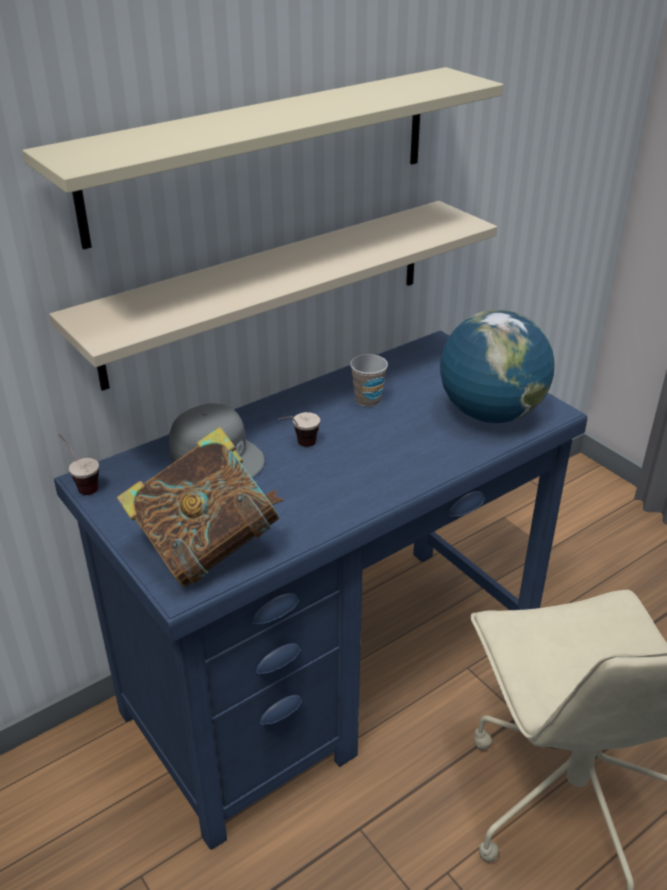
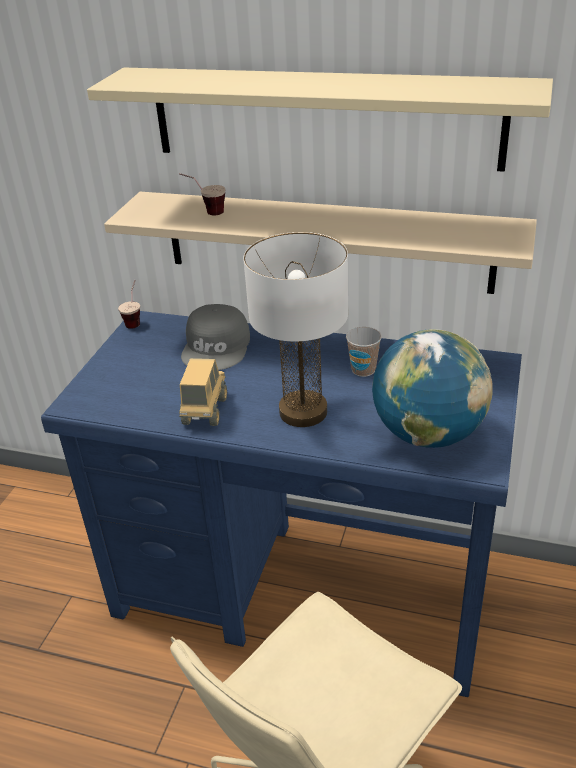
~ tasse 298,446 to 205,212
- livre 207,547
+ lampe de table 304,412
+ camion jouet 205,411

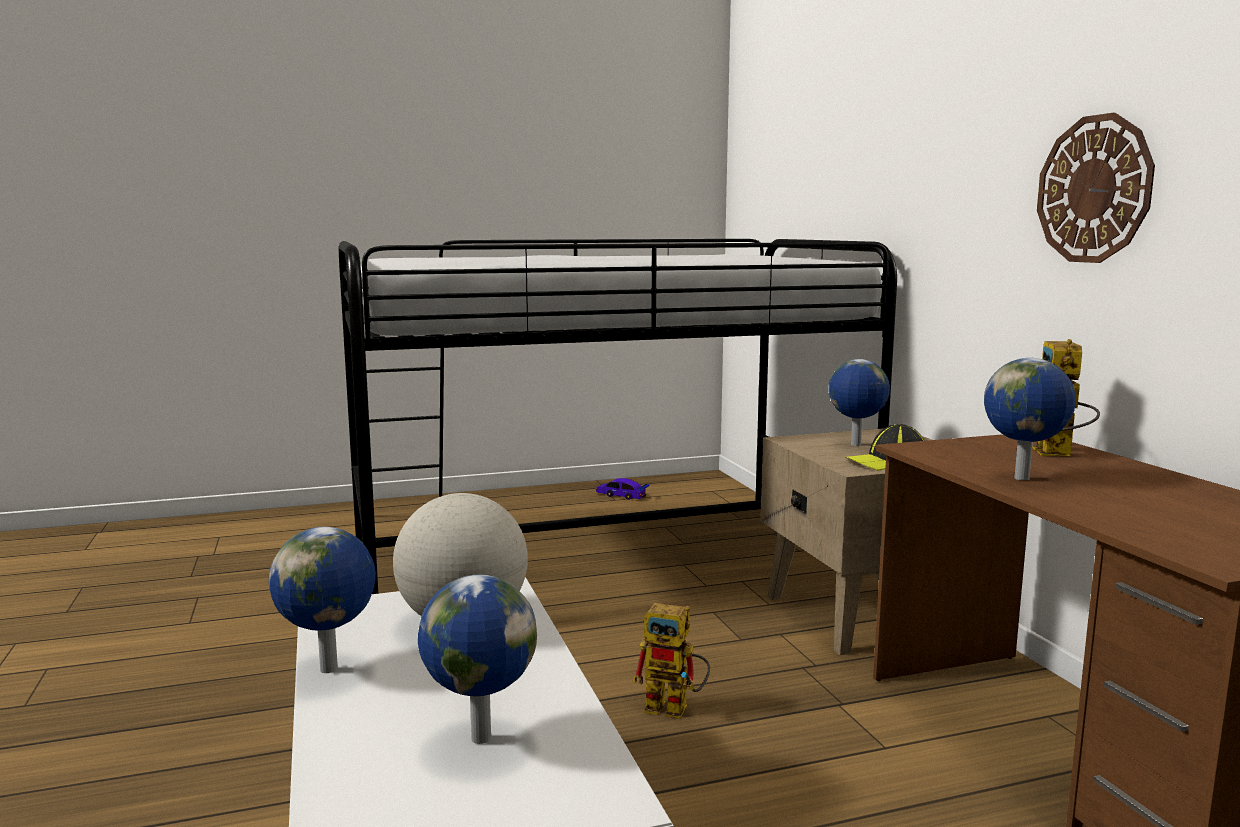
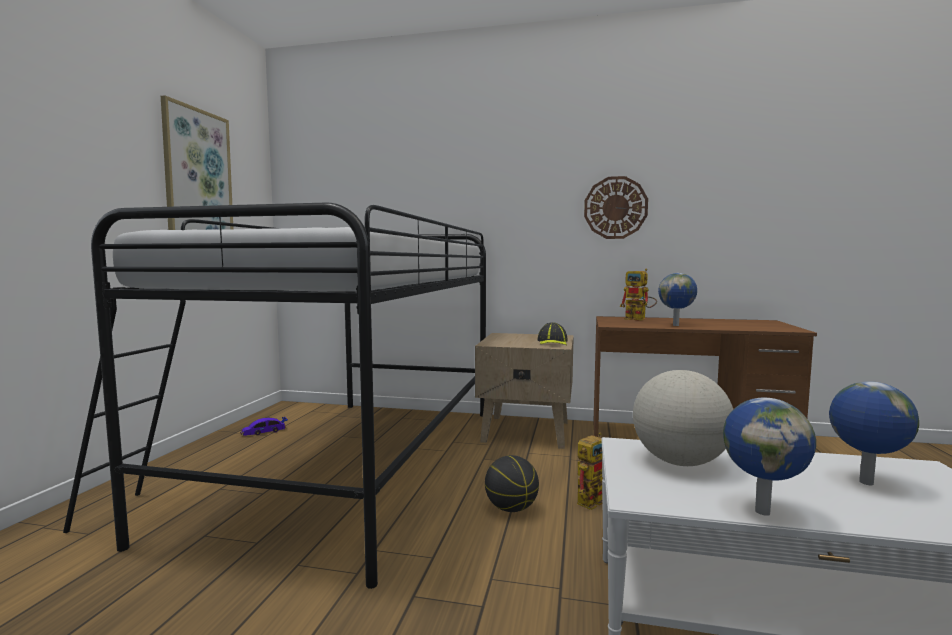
- globe 855,445
+ tableau 198,178
+ ballon de basket 511,508

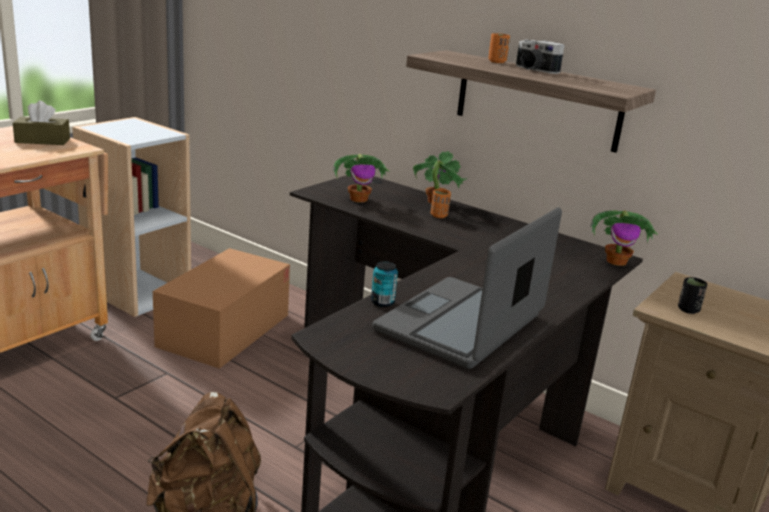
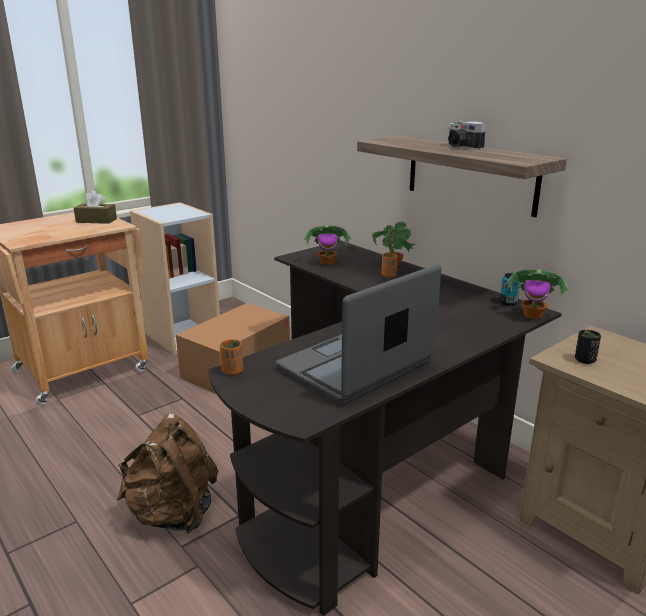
~ tasse (orange) 497,62 to 232,371
~ boîte métallique 382,302 to 508,302

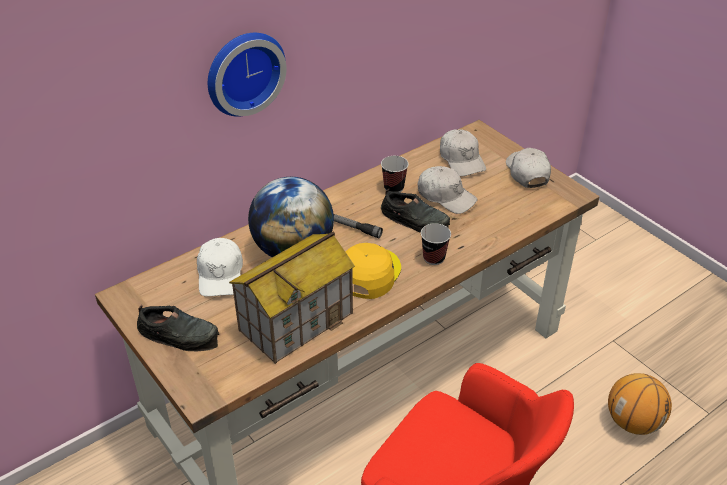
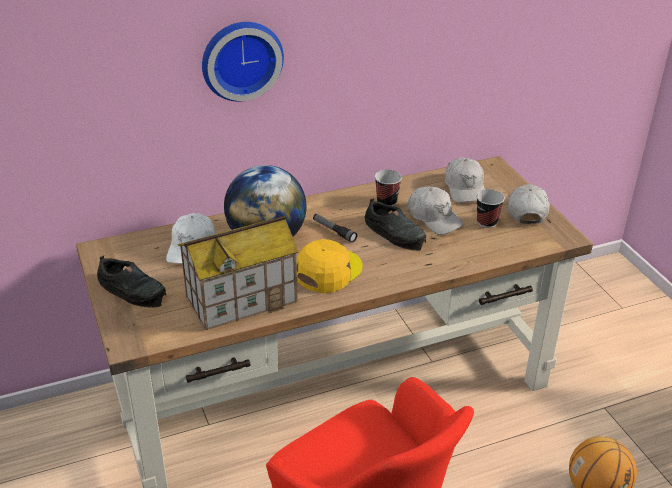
~ tasse 434,258 to 486,222

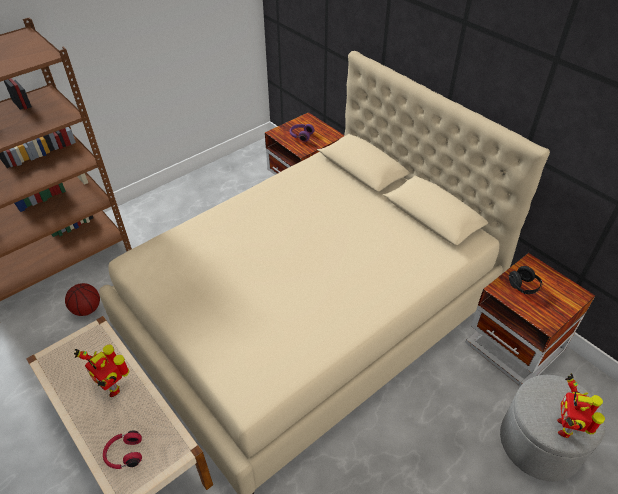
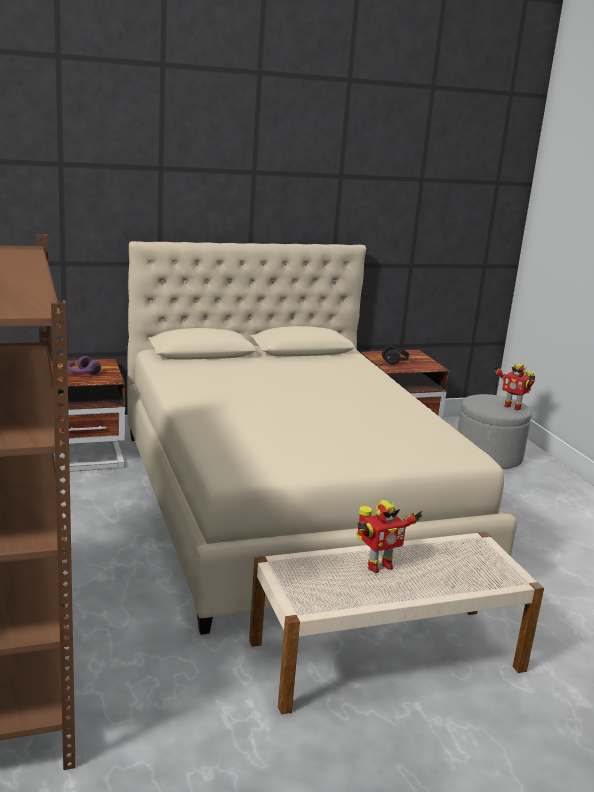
- ballon de basket 87,309
- casque audio (rouge) 124,454

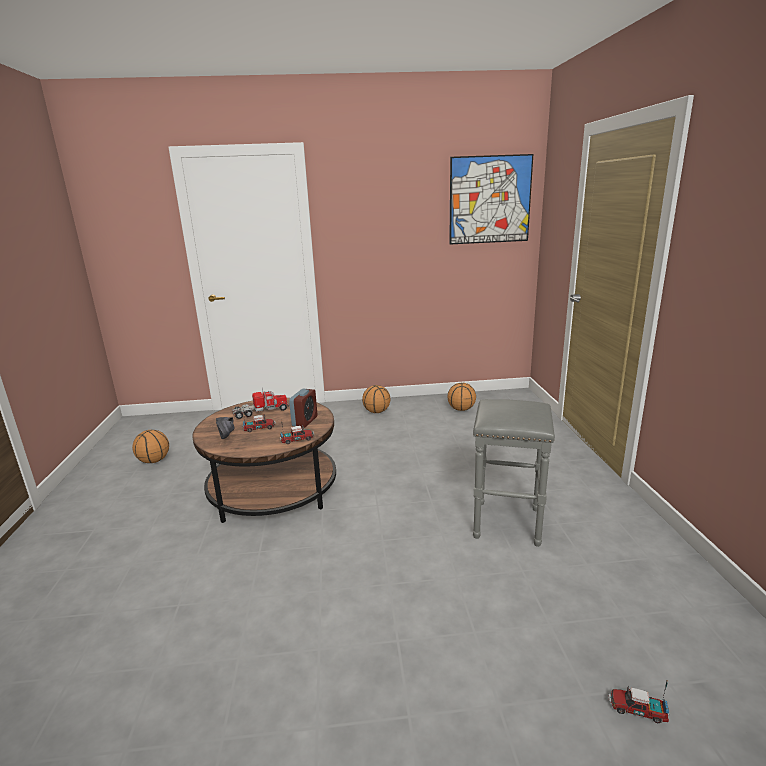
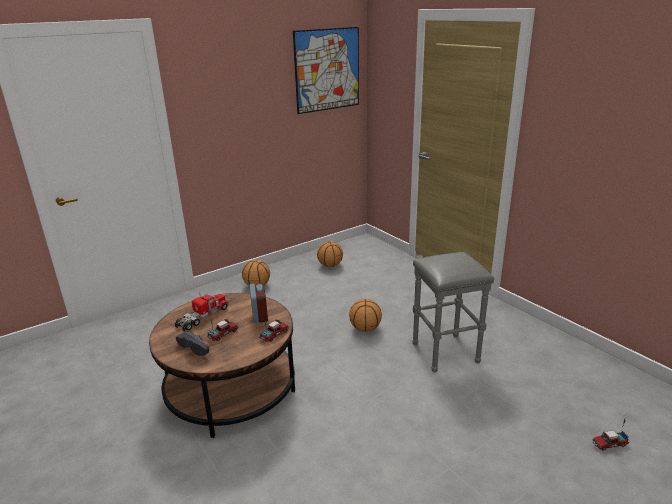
~ ballon de basket 153,461 to 365,328

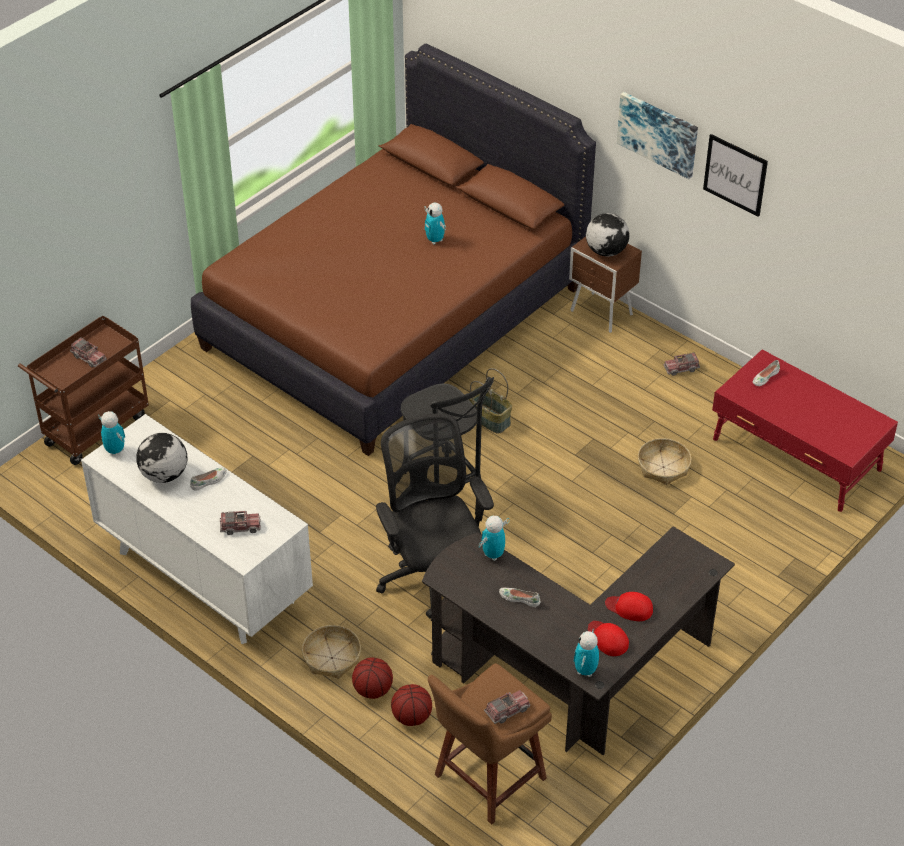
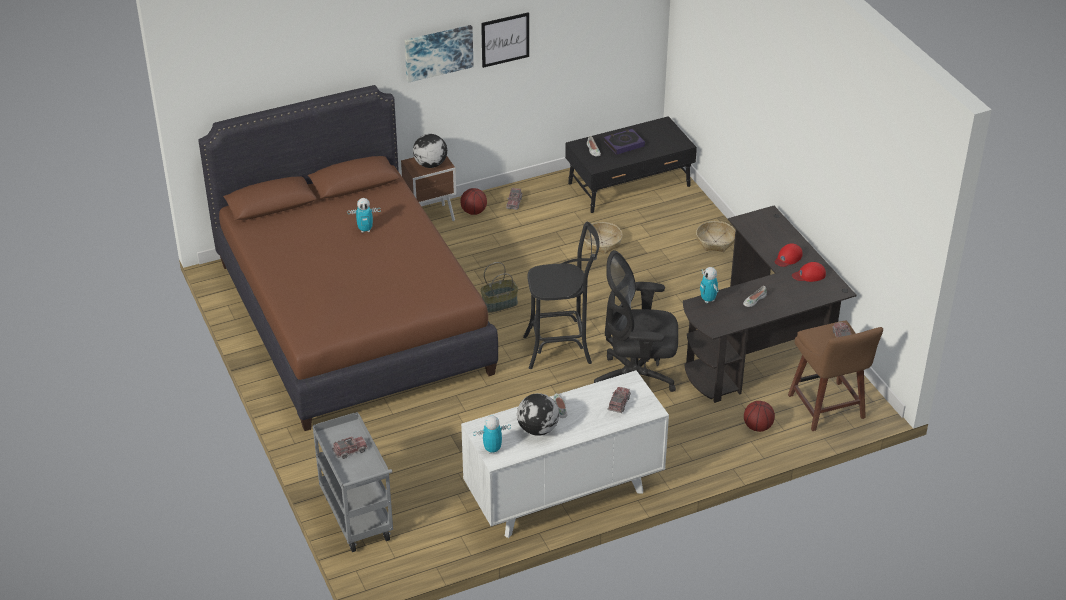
~ chariot (marron) 94,432 to chariot (gris) 357,519
~ table basse (rouge) 797,455 to table basse (noir) 629,185
~ panier 331,657 to 715,241
- robot jouet 585,671
~ ballon de basket 372,690 to 474,212
+ livre 624,144

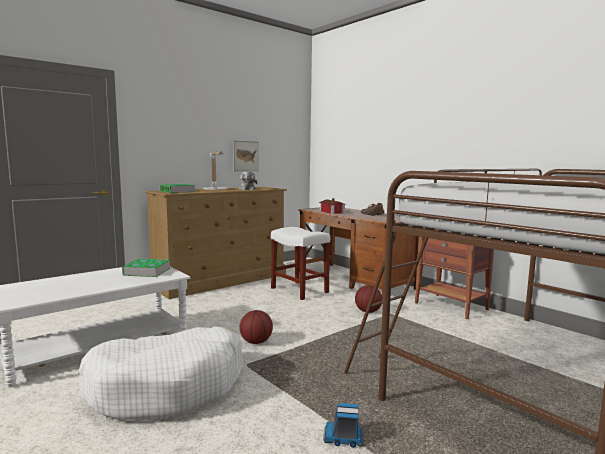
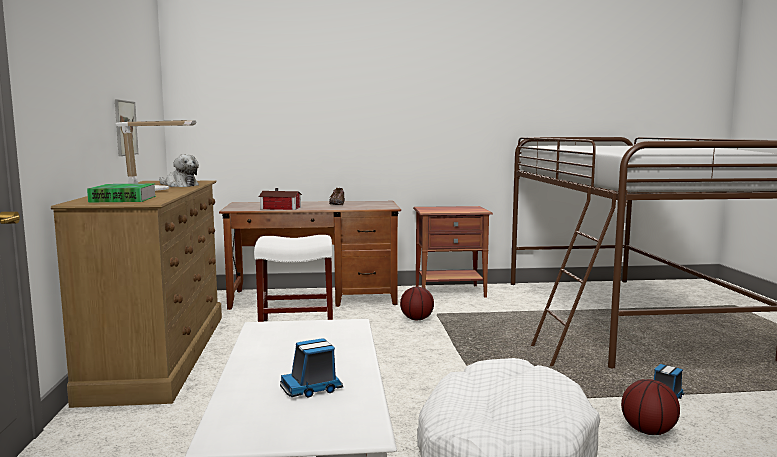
- livre 147,271
~ ballon de basket 256,342 to 648,432
+ camion jouet 312,388

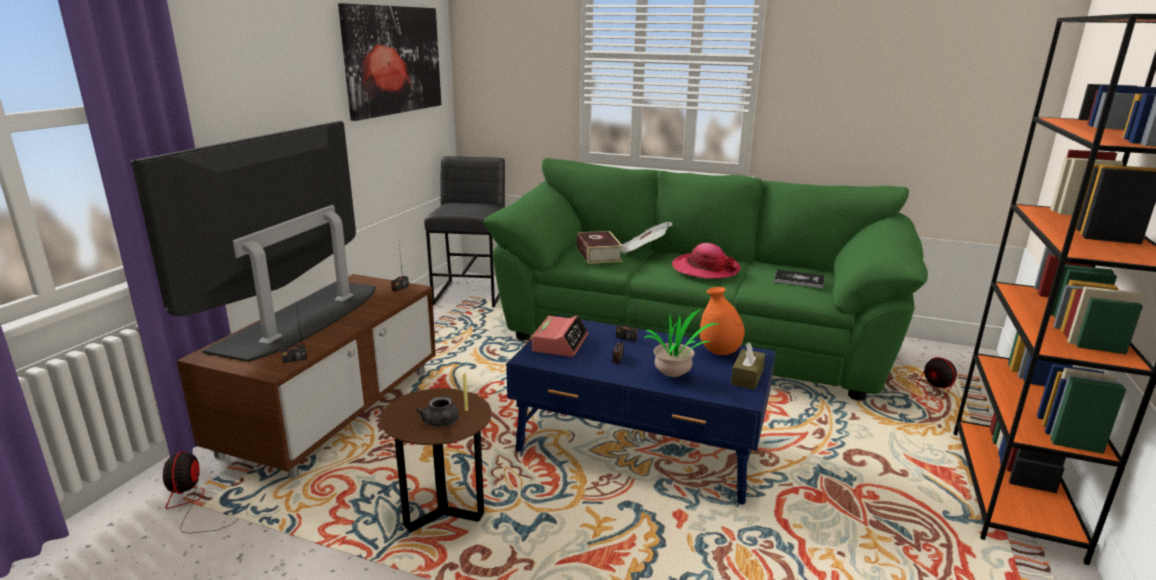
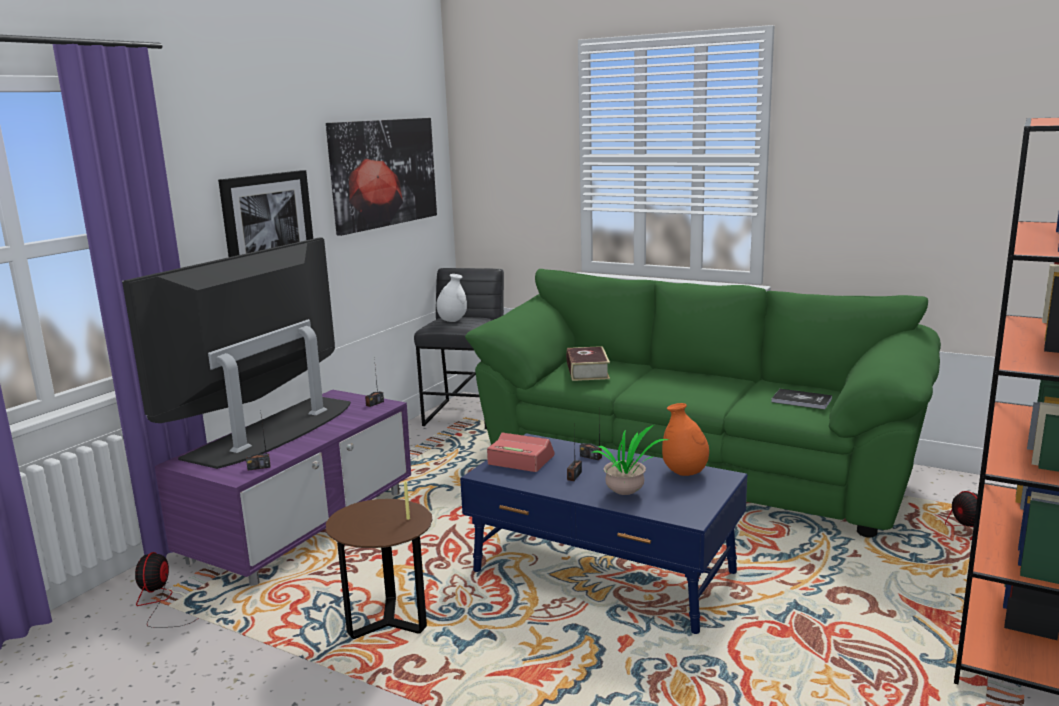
- journal 642,251
- chapeau 705,269
~ meuble télé (marron) 334,410 to meuble télé (violet) 303,525
~ réveil 560,343 = 520,460 90 degrees counterclockwise
- boîte à mouchoirs (marron) 747,377
- théière (gris) 441,423
+ tableau 267,220
+ vase (blanc) 452,320

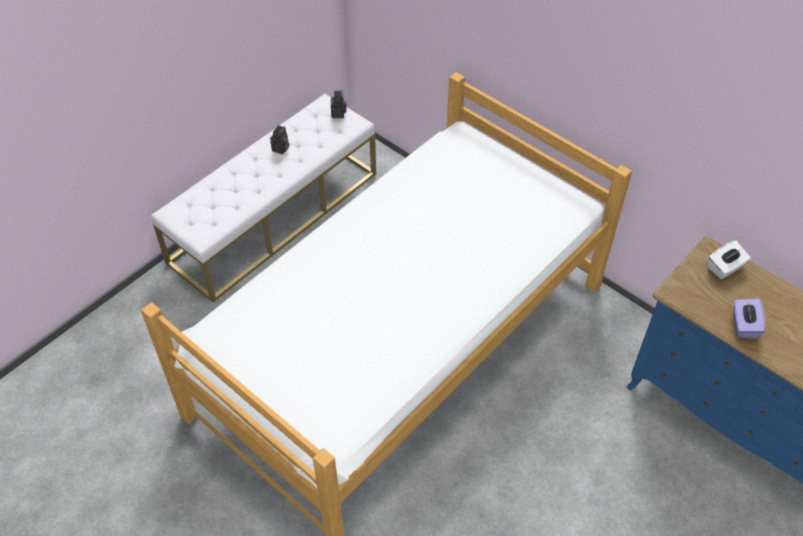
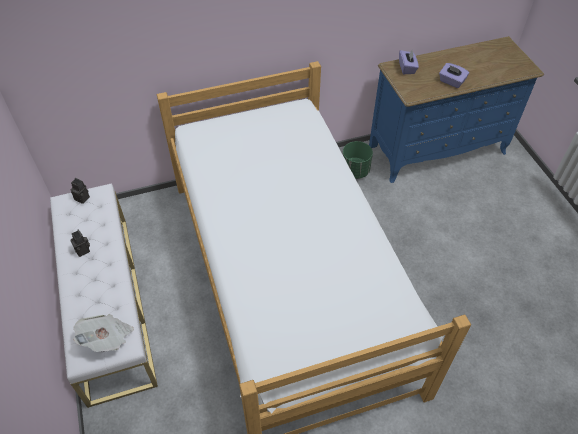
~ boîte à mouchoirs (blanc) 725,268 to boîte à mouchoirs (violet) 407,68
+ cache-pot (vert) 355,171
+ journal 107,338

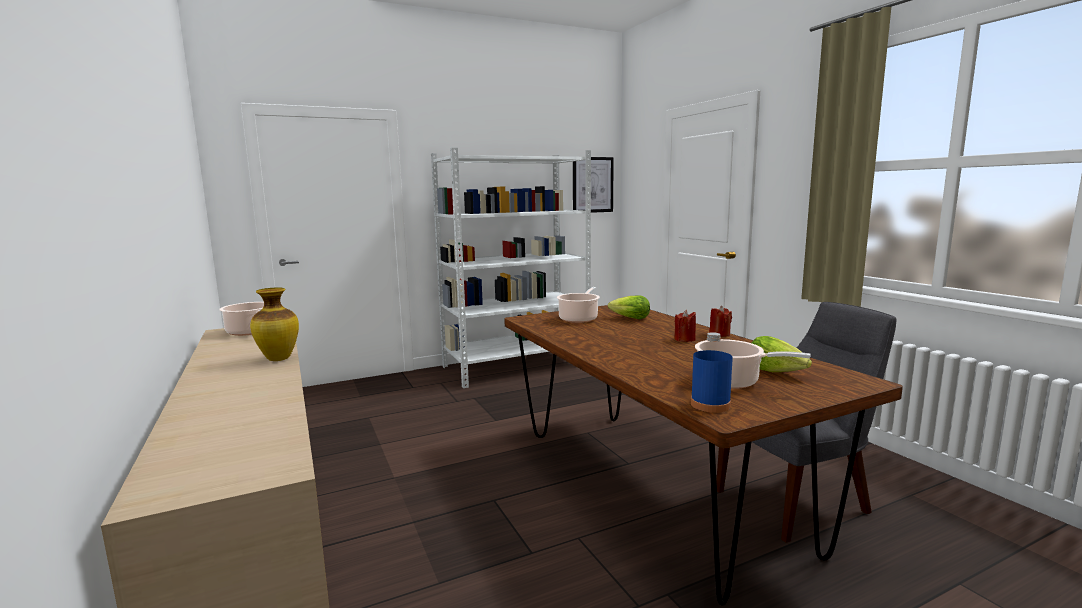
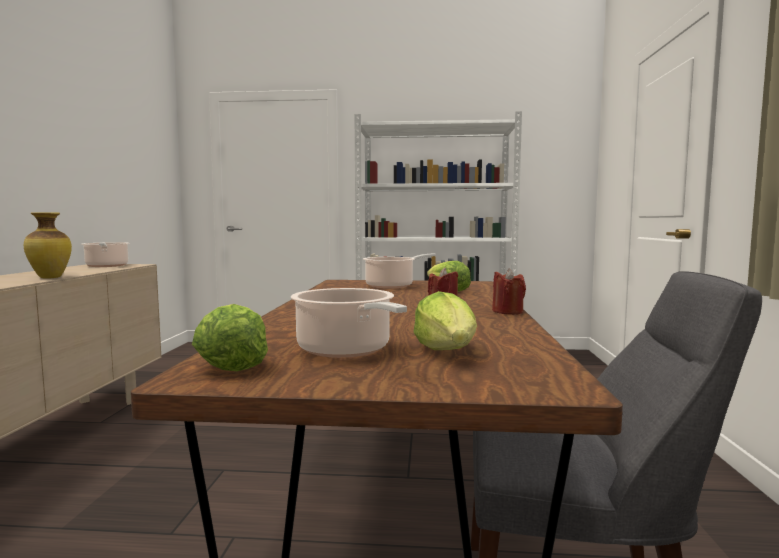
- tableau 592,185
~ bouteille (bleu) 710,405 to laitue 231,364

